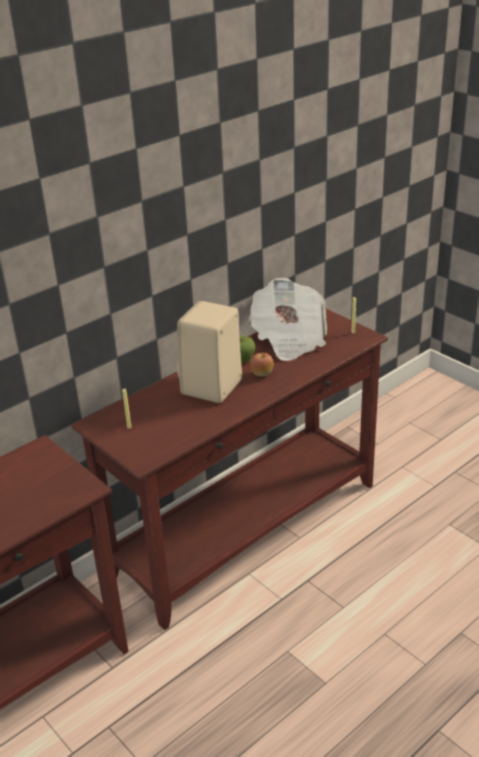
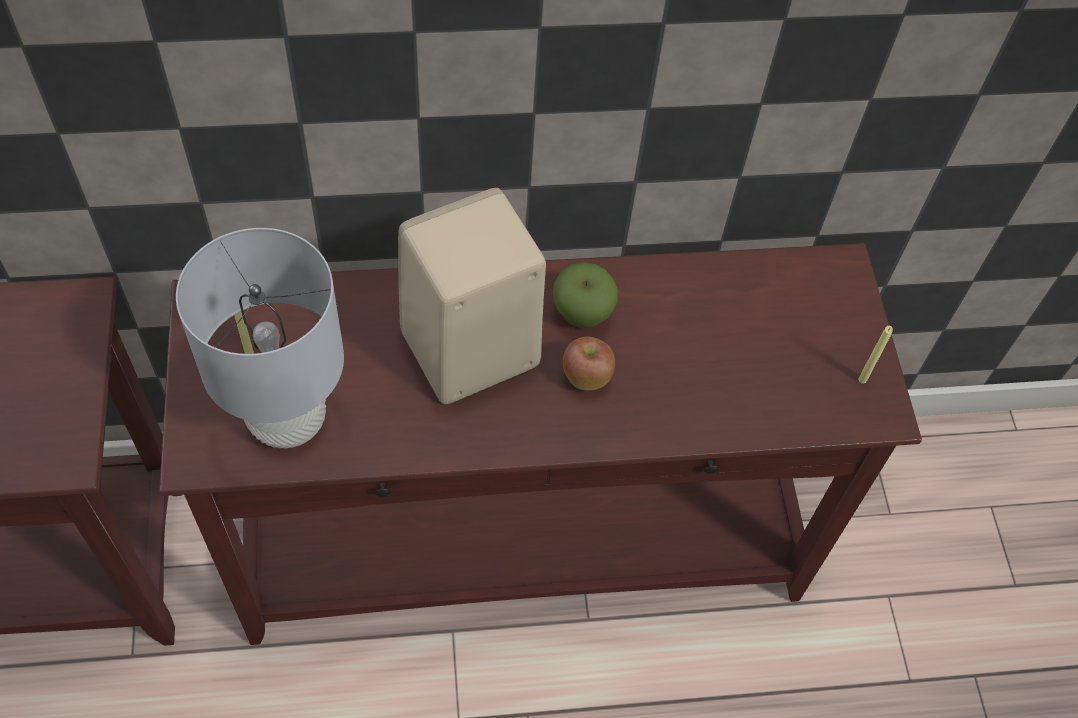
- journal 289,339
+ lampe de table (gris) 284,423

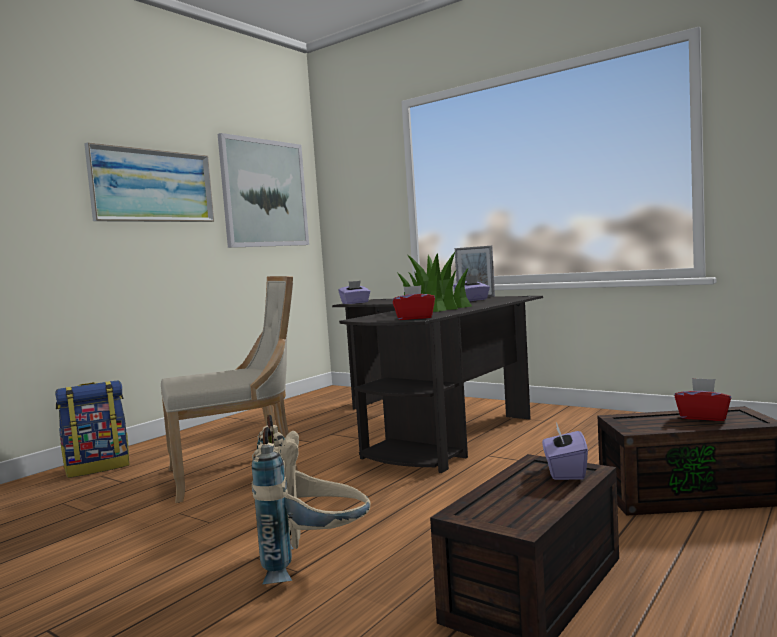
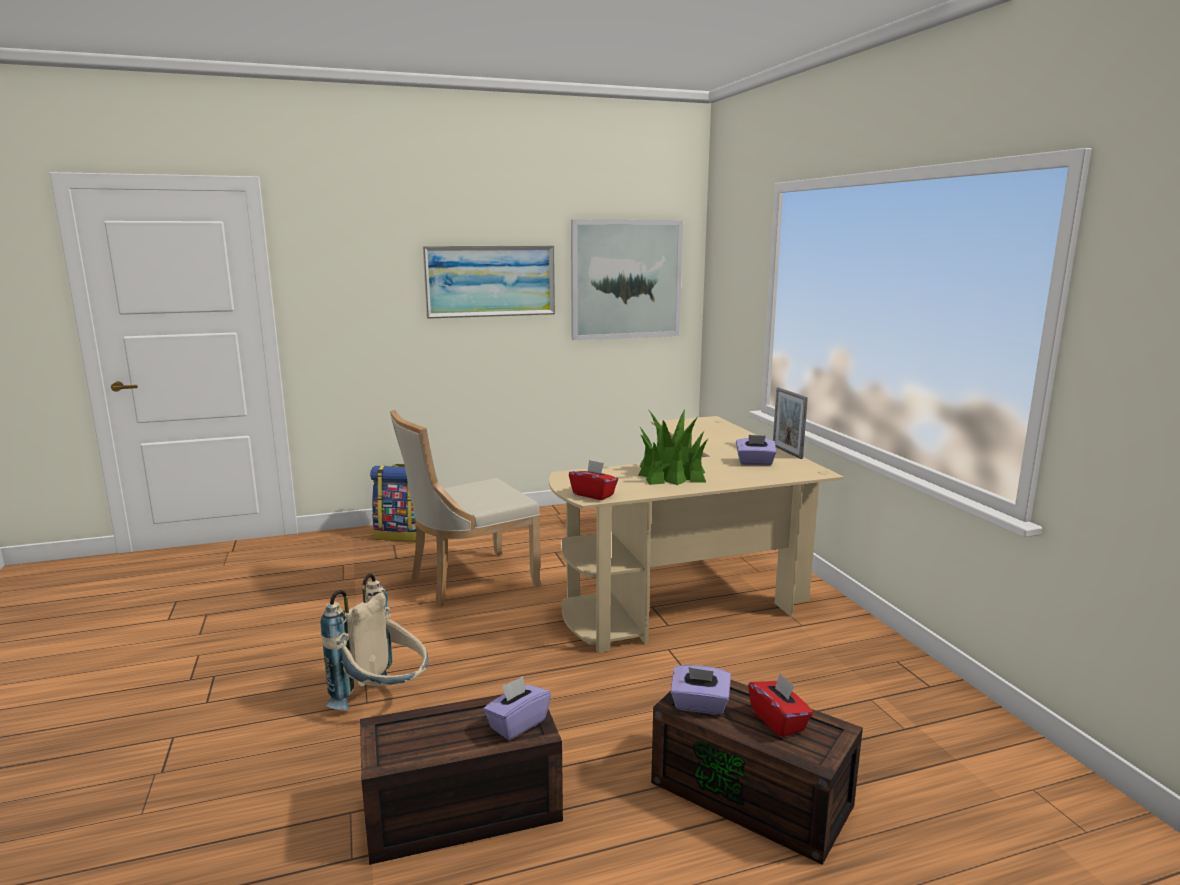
~ chaise (beige) 238,473 = 468,581 135 degrees clockwise
~ boîte à mouchoirs (violet) 355,303 to 699,705
~ bureau (noir) 438,424 to bureau (beige) 696,586

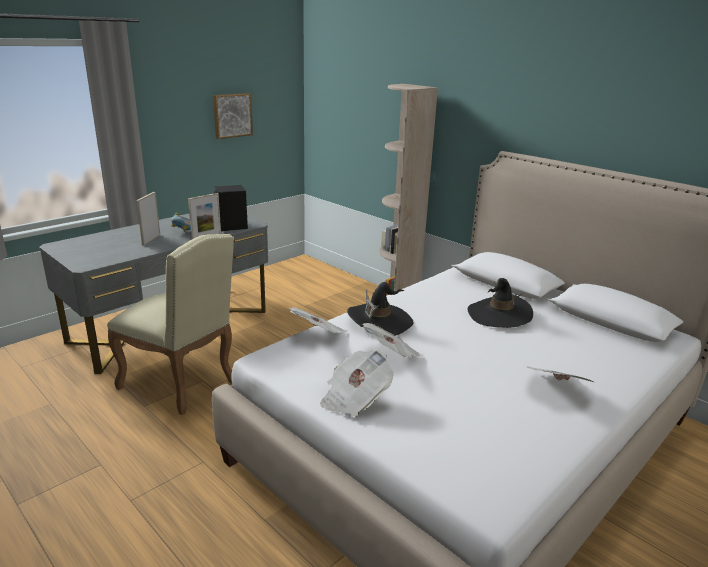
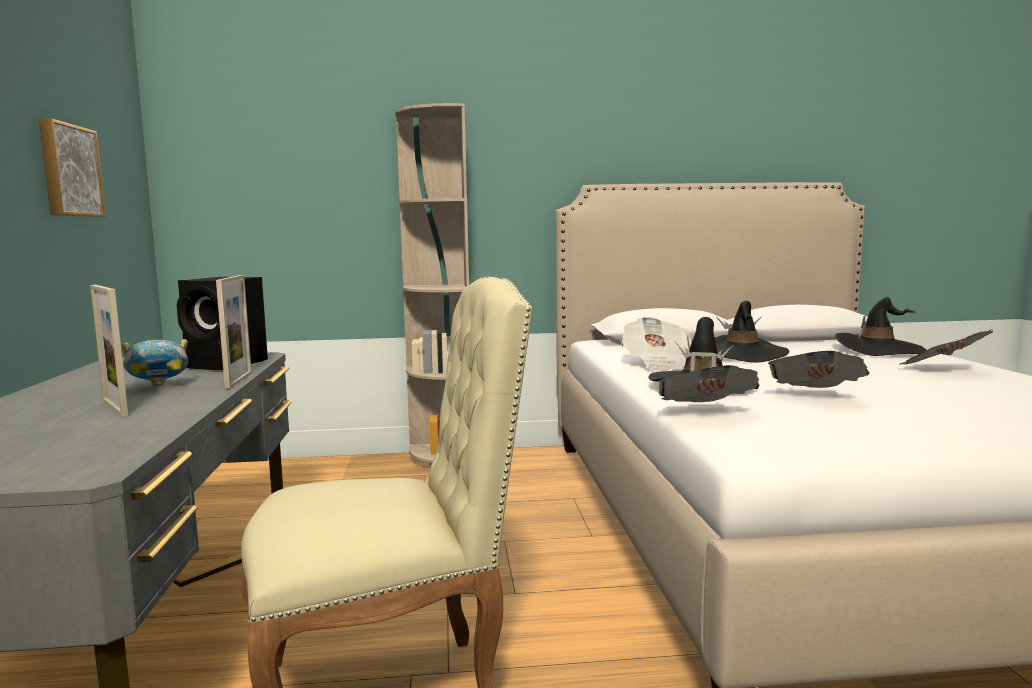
~ journal 354,398 to 657,364
+ chapeau (noir) 879,350

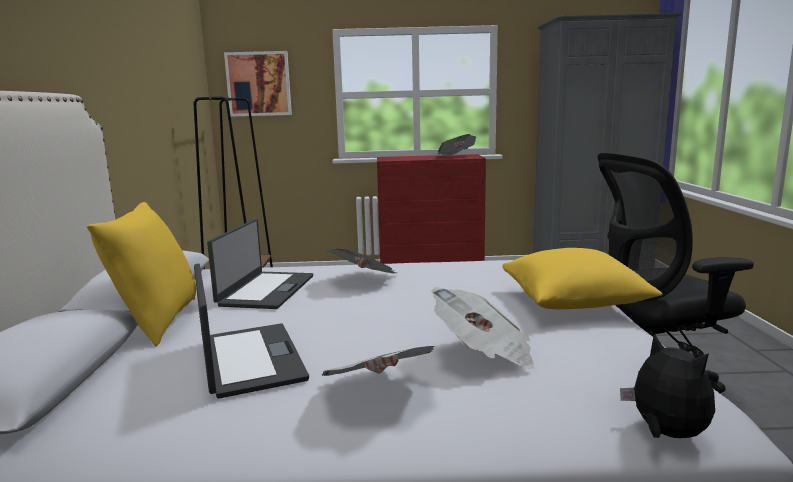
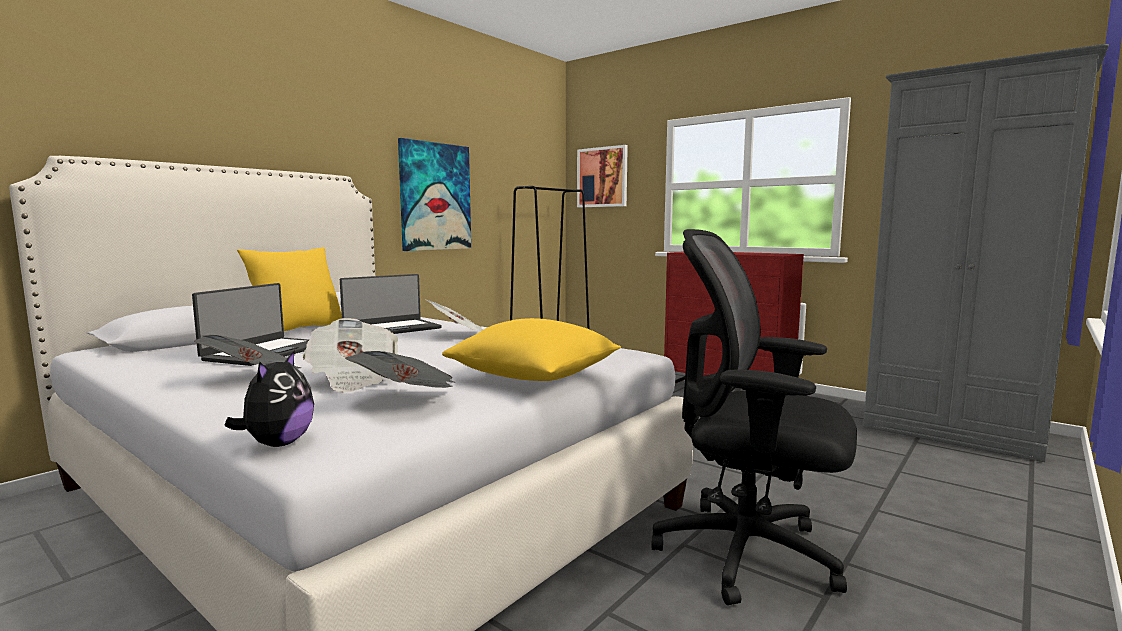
~ journal 456,156 to 408,400
+ tableau 435,197

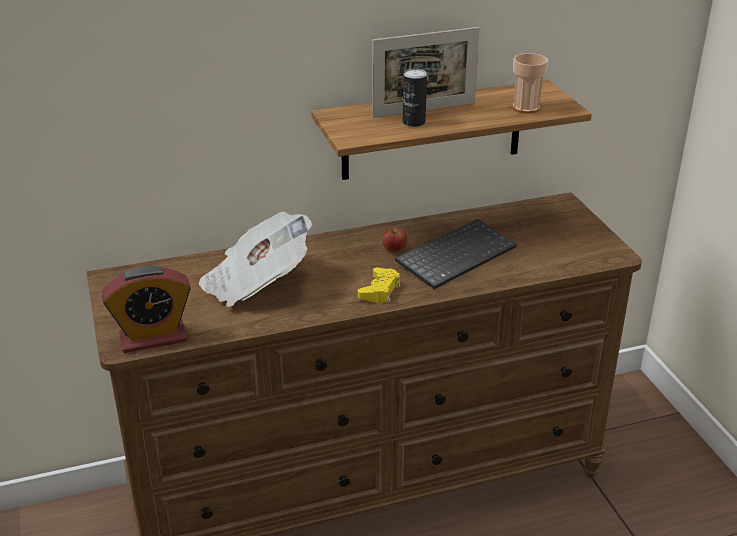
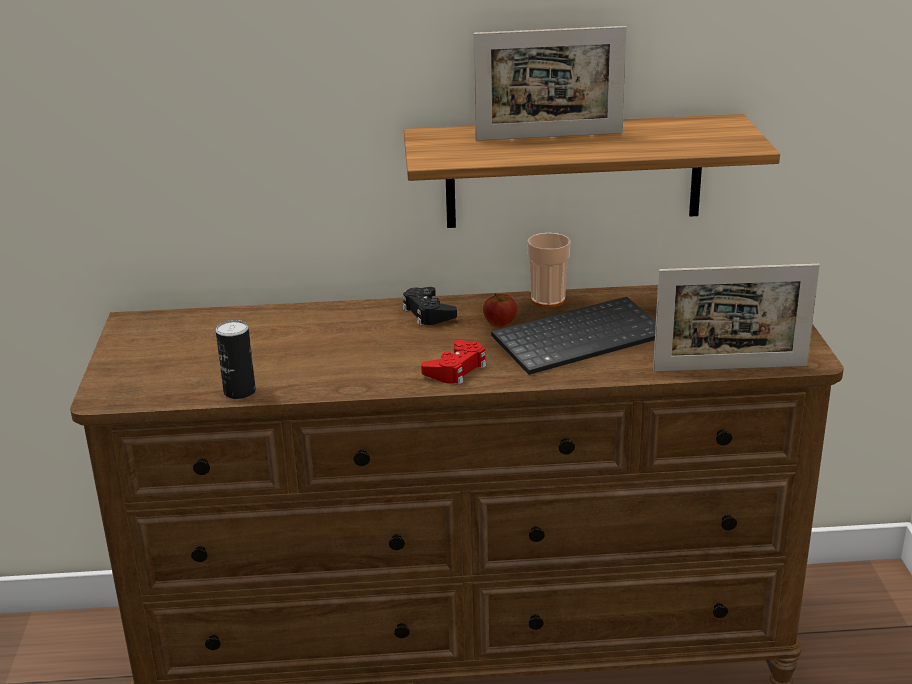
~ tasse 526,108 to 548,300
~ boîte métallique 413,122 to 239,392
- journal 256,283
- réveil 153,338
~ manette (jaune) 380,291 to manette (rouge) 456,369
+ cadre photo 730,368
+ manette (noir) 428,313

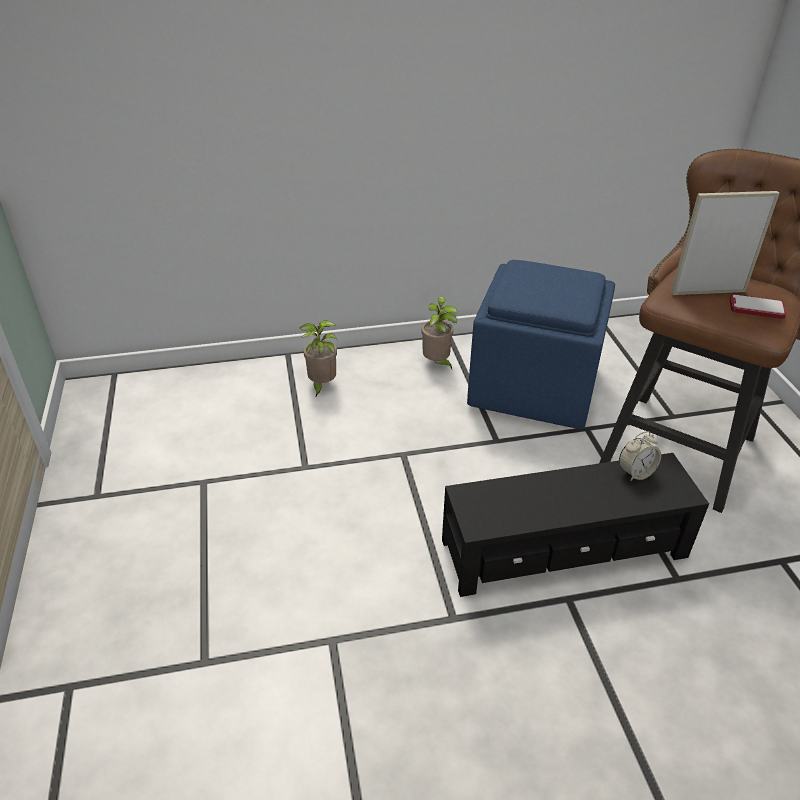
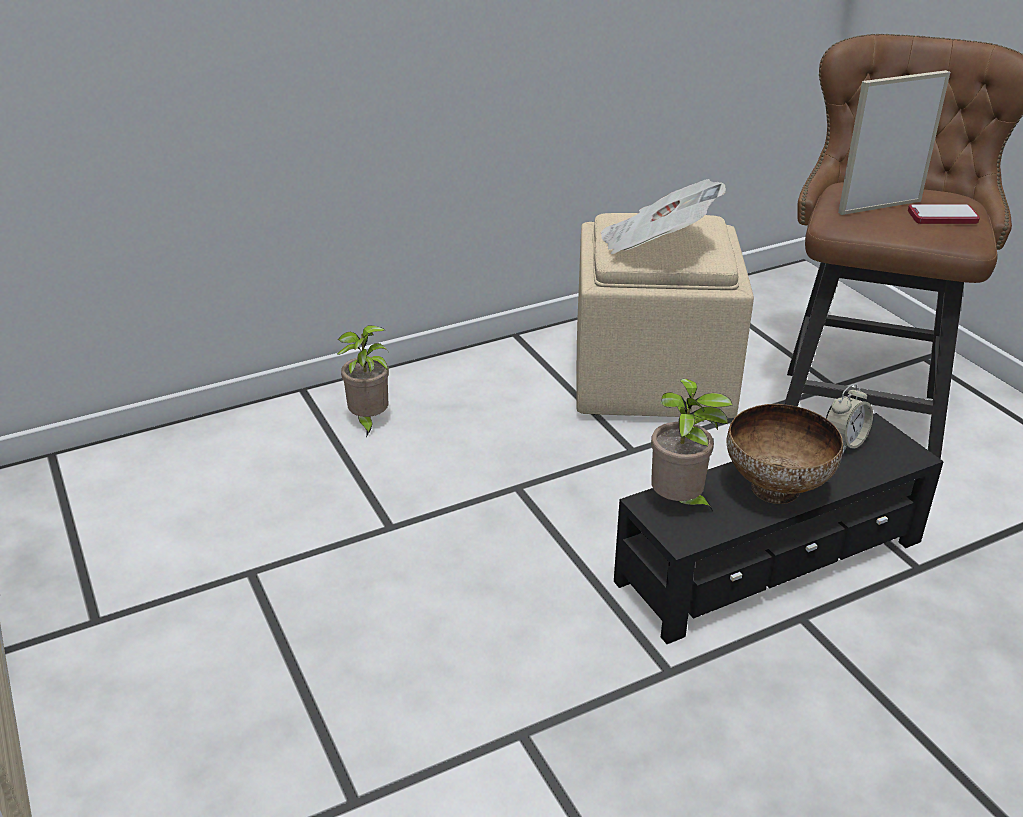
~ pouf (bleu) 535,387 to pouf (beige) 653,379
~ plante en pot 437,363 to 679,504
+ journal 656,246
+ bol 777,490

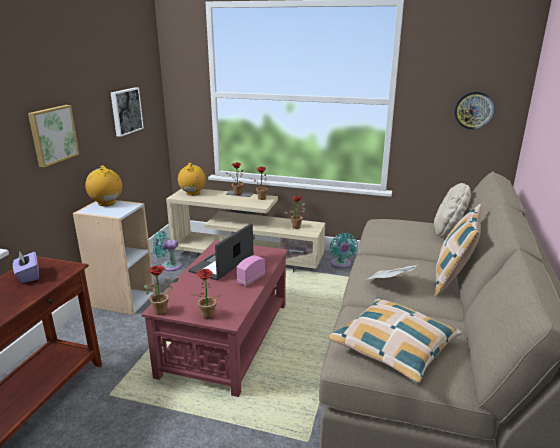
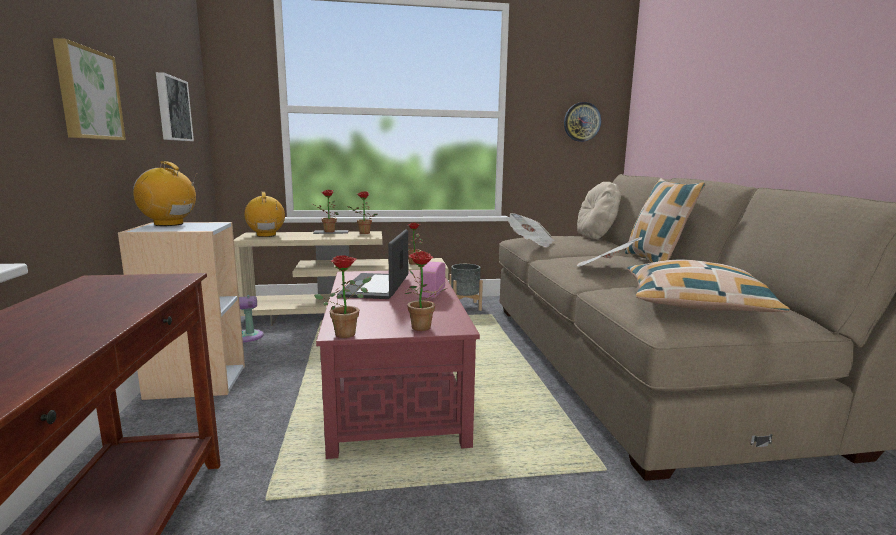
~ ventilateur (turquoise) 341,264 to cache-pot (gris) 464,306
- boîte à mouchoirs (violet) 28,276
+ journal 530,243

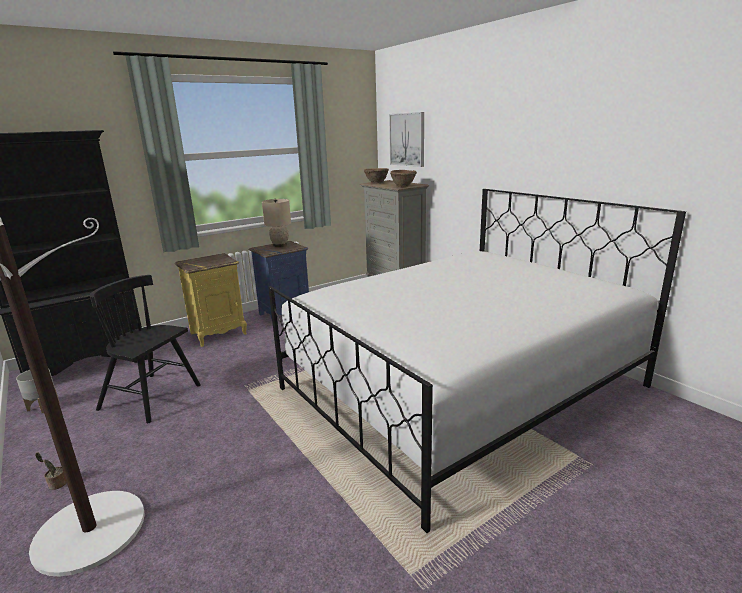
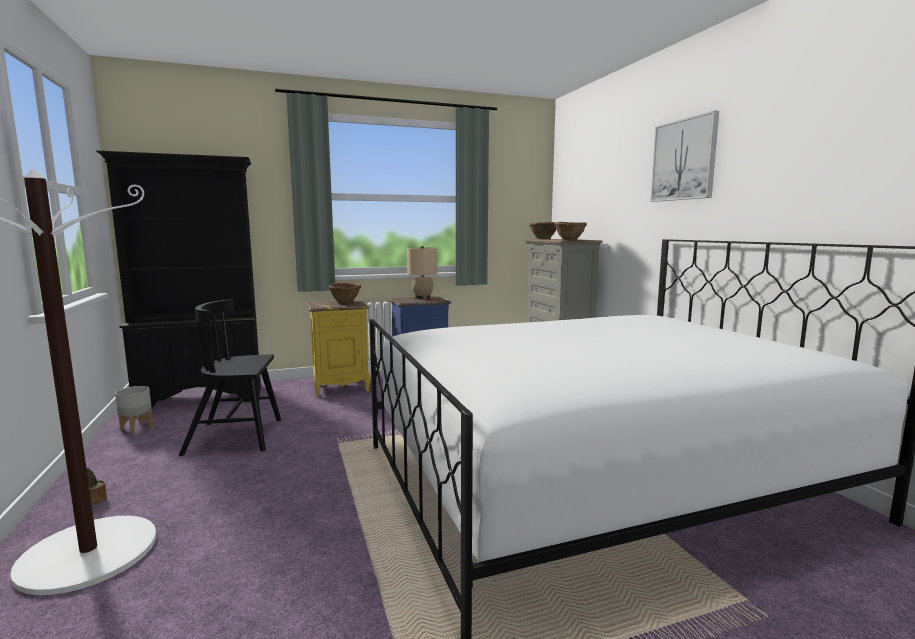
~ tableau 407,139 to 684,160
~ chaise (noir) 154,397 = 240,436 45 degrees counterclockwise
+ bol (marron) 345,302

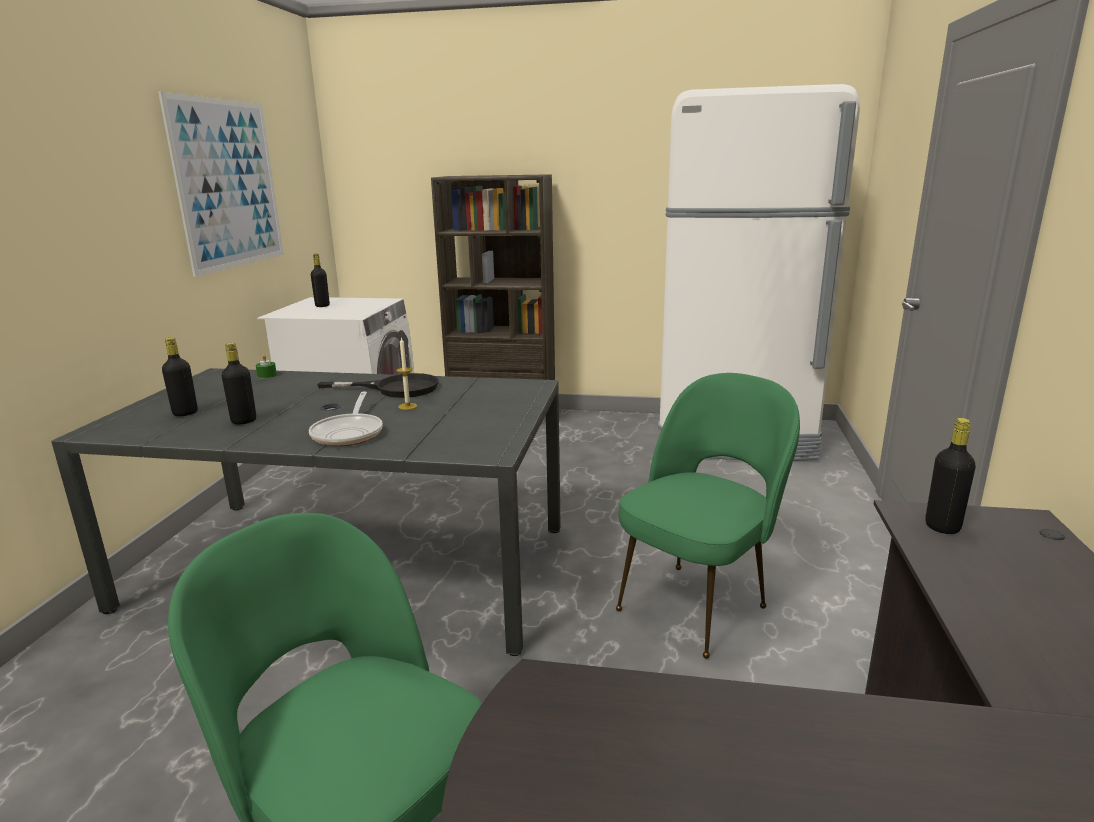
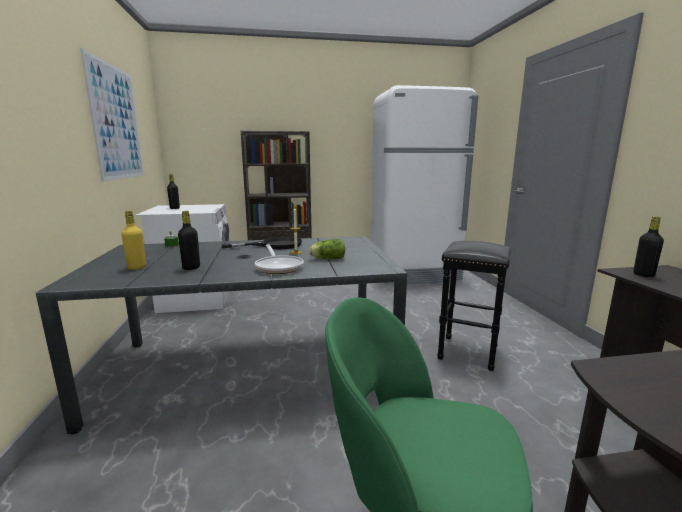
~ bouteille (noir) 185,413 to bouteille (jaune) 137,267
~ chaise (vert) 699,603 to tabouret (noir) 469,352
+ laitue 327,259

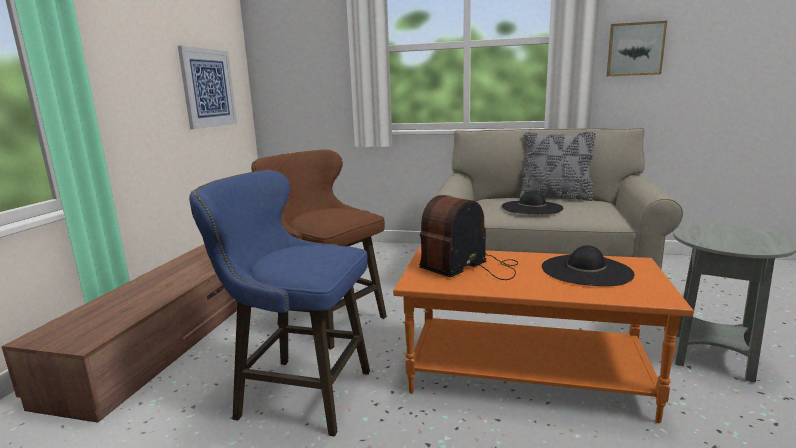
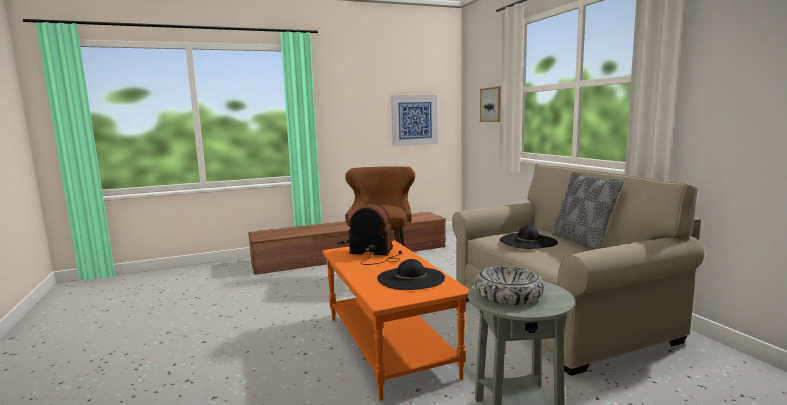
~ tableau 635,49 to 492,104
- tabouret (bleu) 299,393
+ bol 508,295

